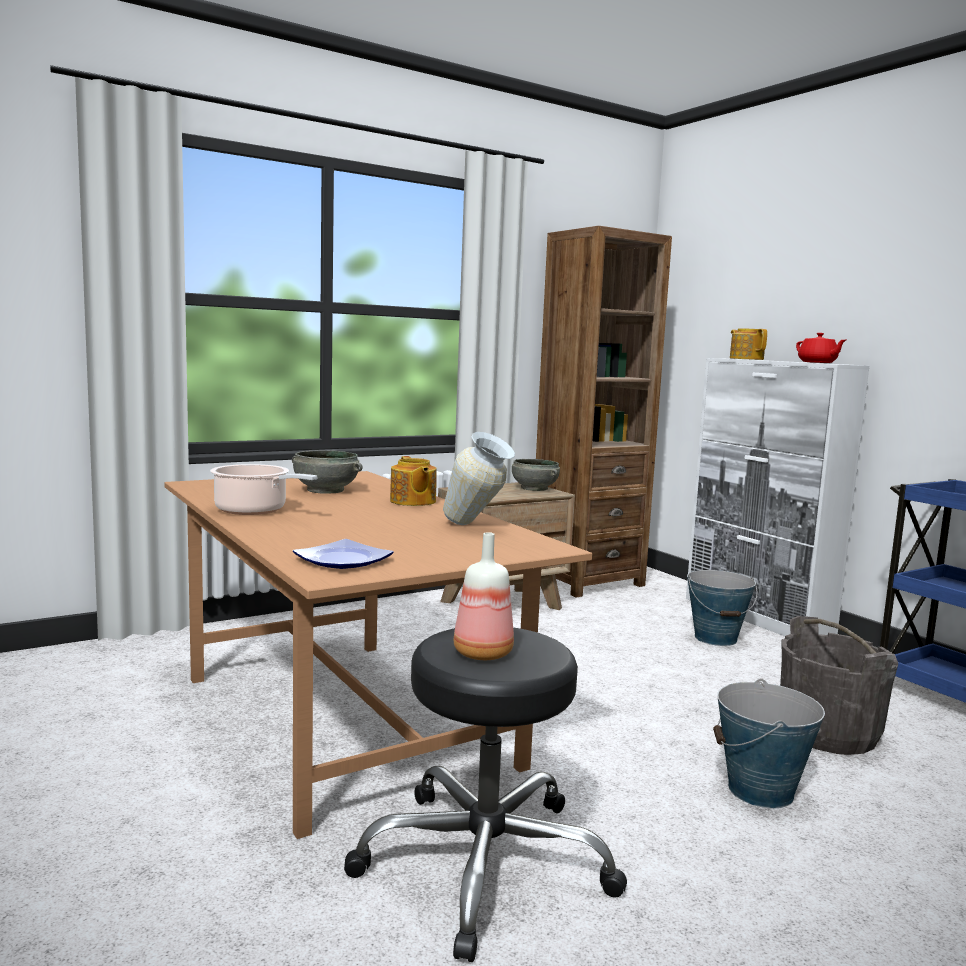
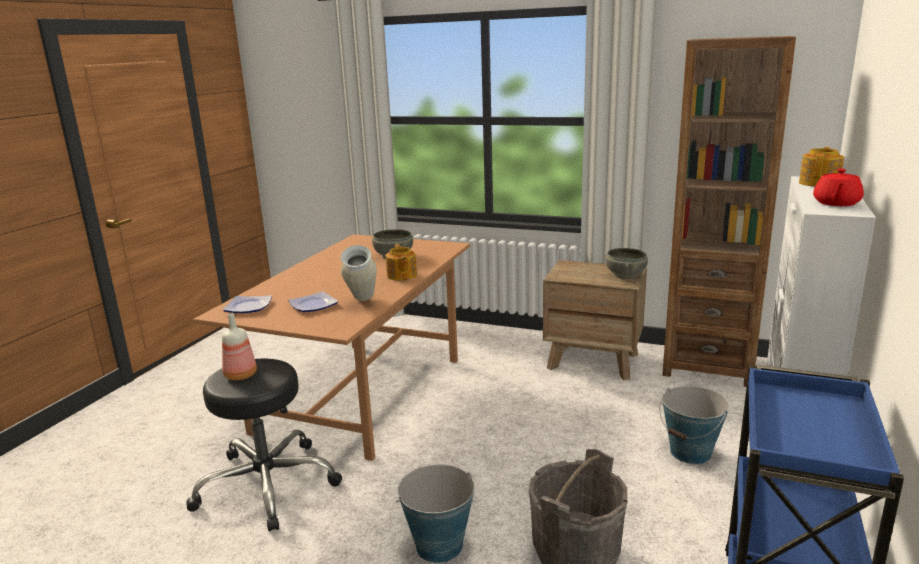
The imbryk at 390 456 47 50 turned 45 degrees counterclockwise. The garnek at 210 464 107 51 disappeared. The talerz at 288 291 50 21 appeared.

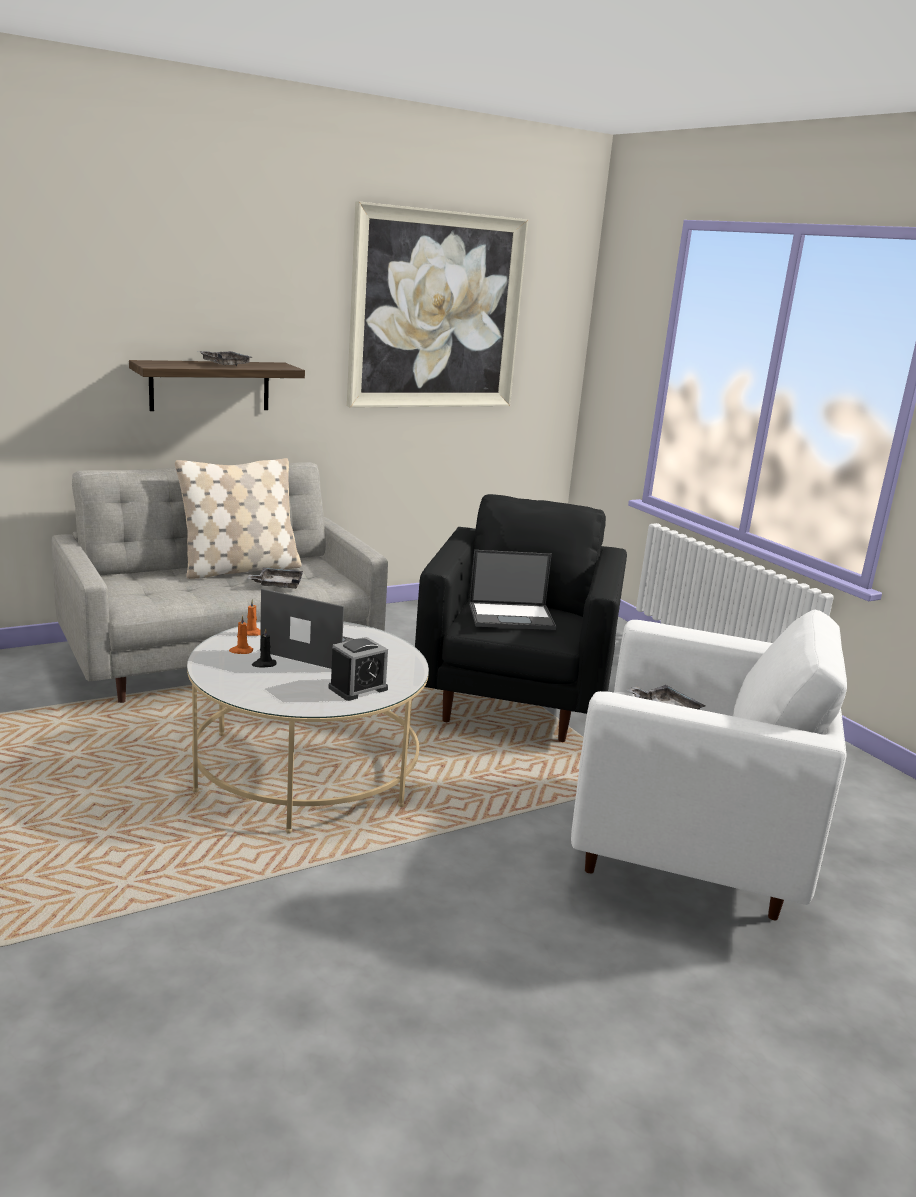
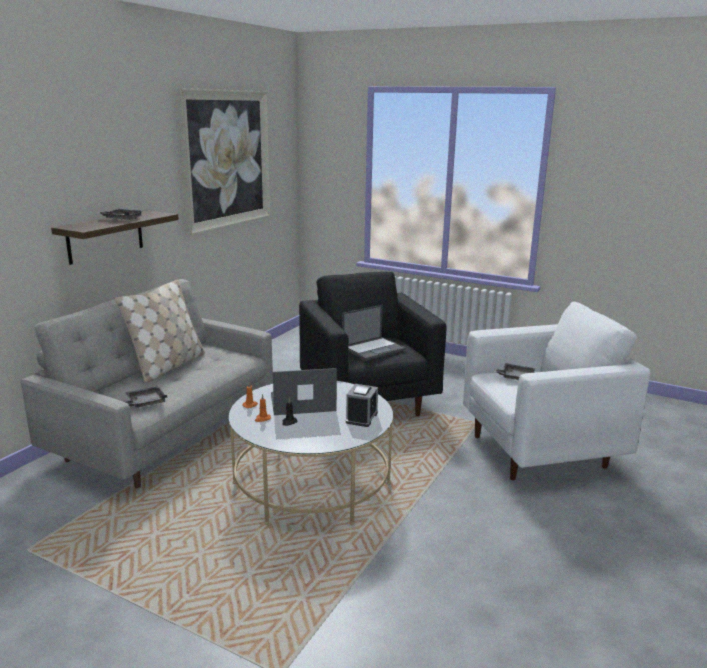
The taca (szary) moved from 247 568 56 21 to 123 386 44 22.

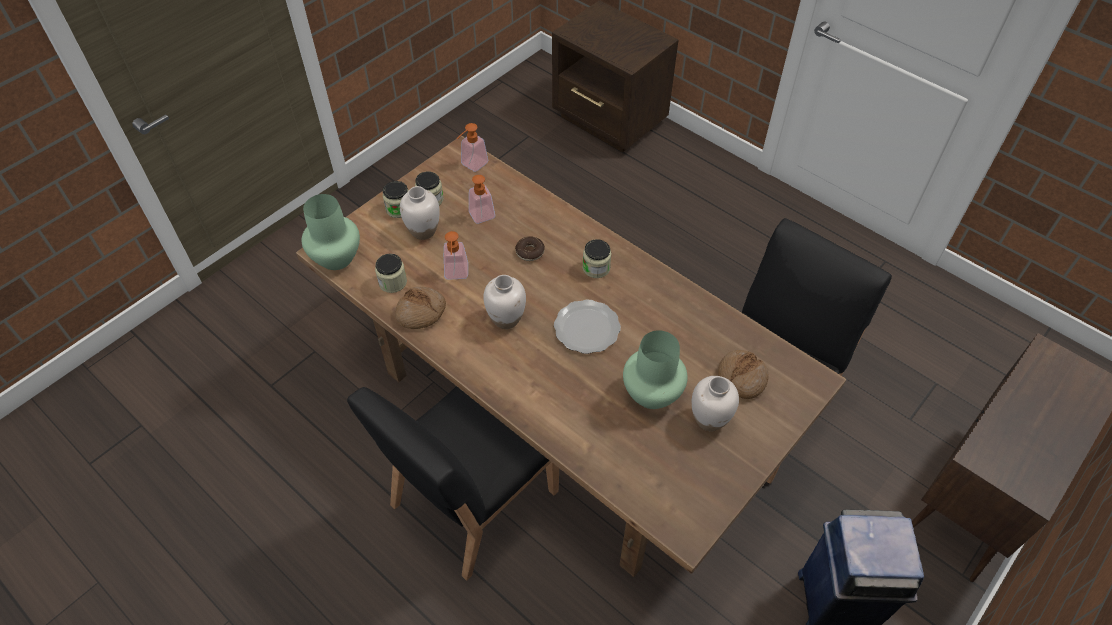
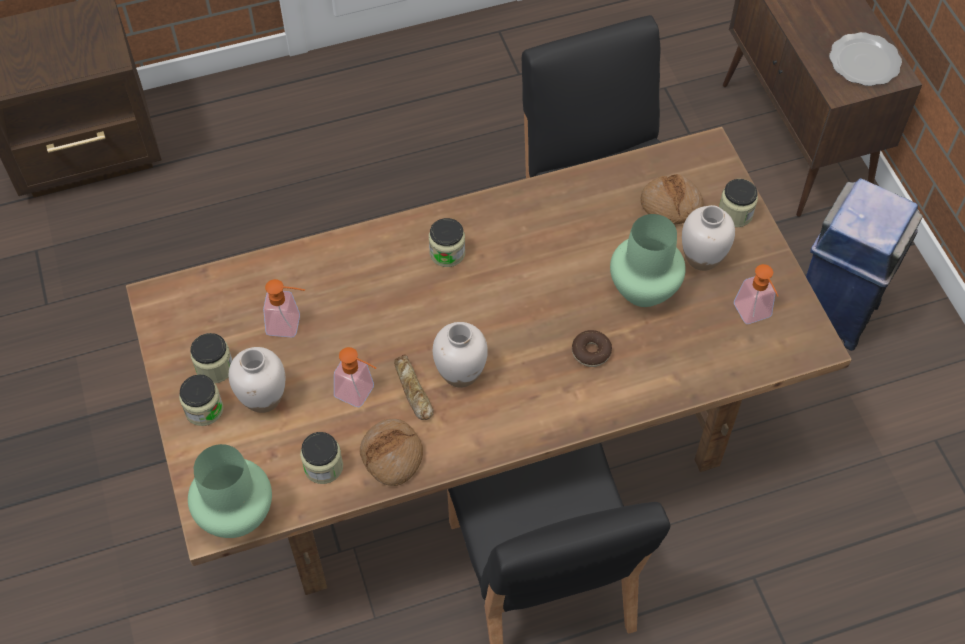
The dozownik mydła moved from 457 123 31 49 to 734 264 44 60. The donut moved from 515 236 30 25 to 572 330 40 37. The talerz moved from 554 300 67 54 to 829 32 73 54. The słoik at 719 179 39 48 appeared. The chleb at 394 354 40 66 appeared.

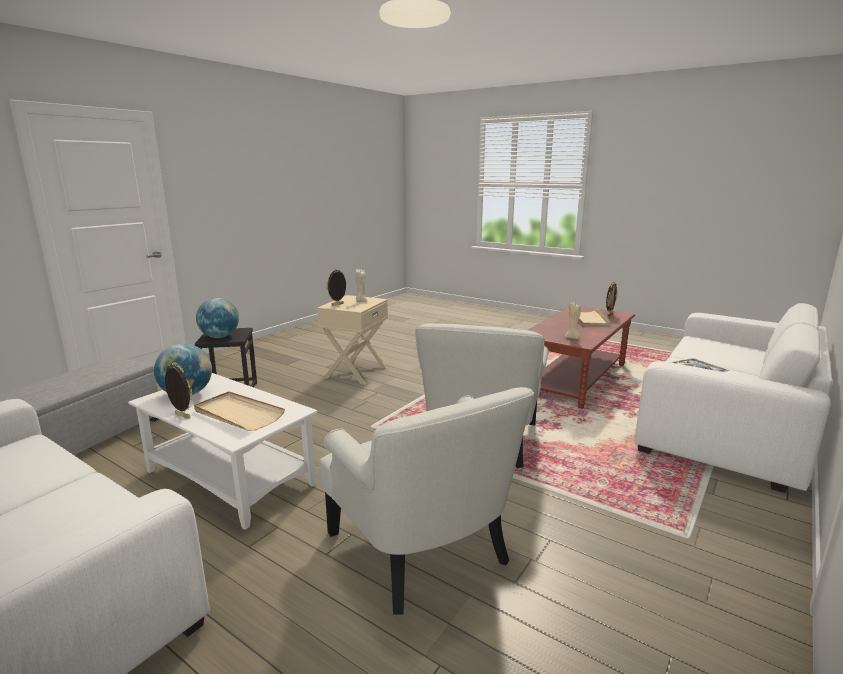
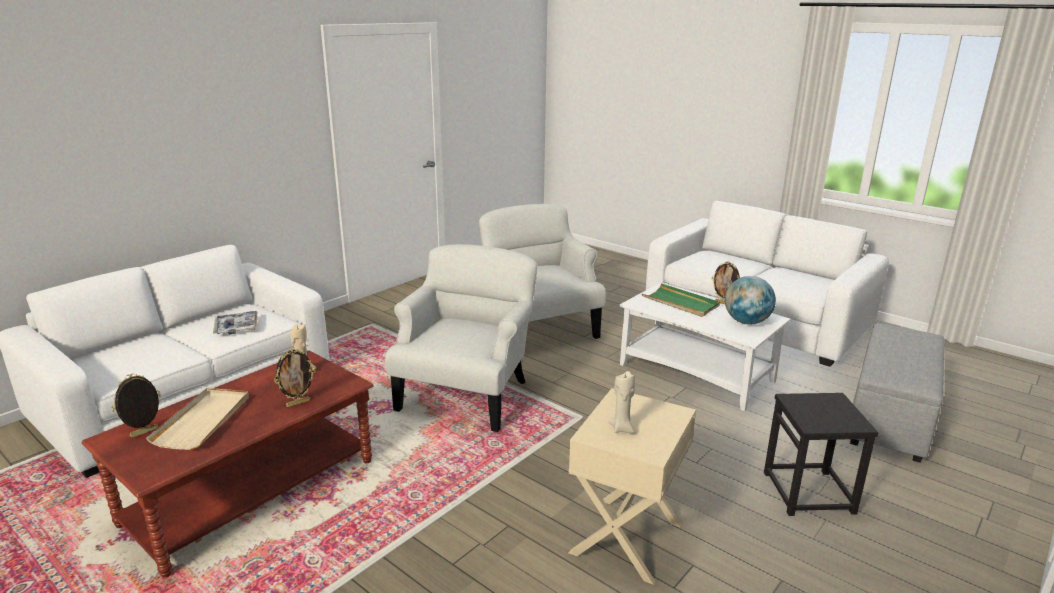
The ramka na zdjęcie moved from 326 269 21 37 to 274 348 41 59. The globus at 196 298 43 40 disappeared. The taca (beżowy) at 194 391 91 40 became the taca (zielony) at 642 283 78 34.

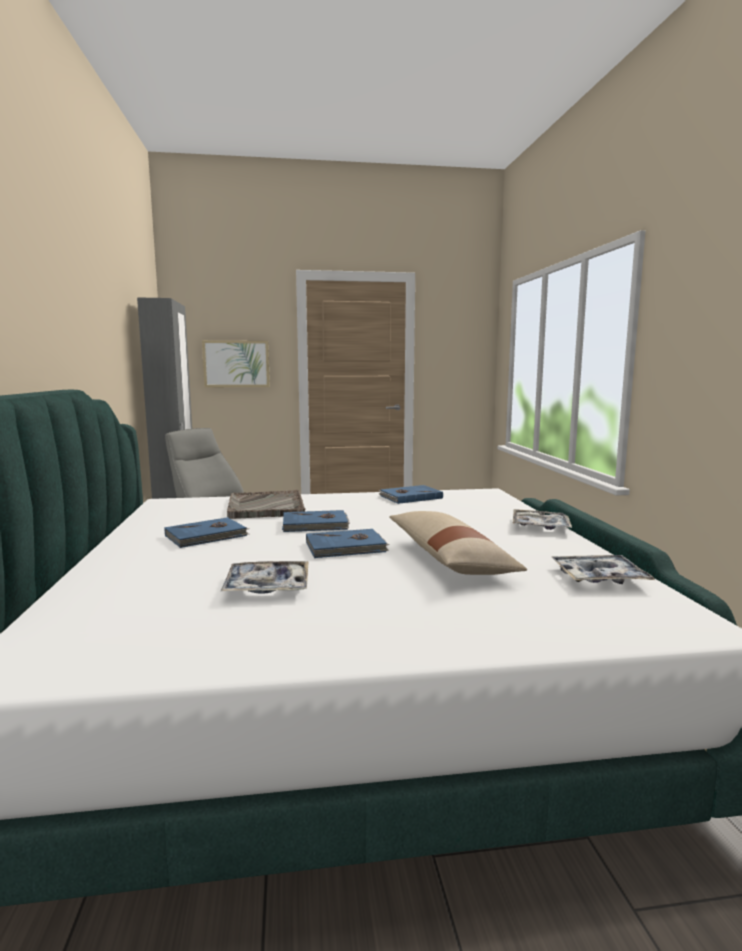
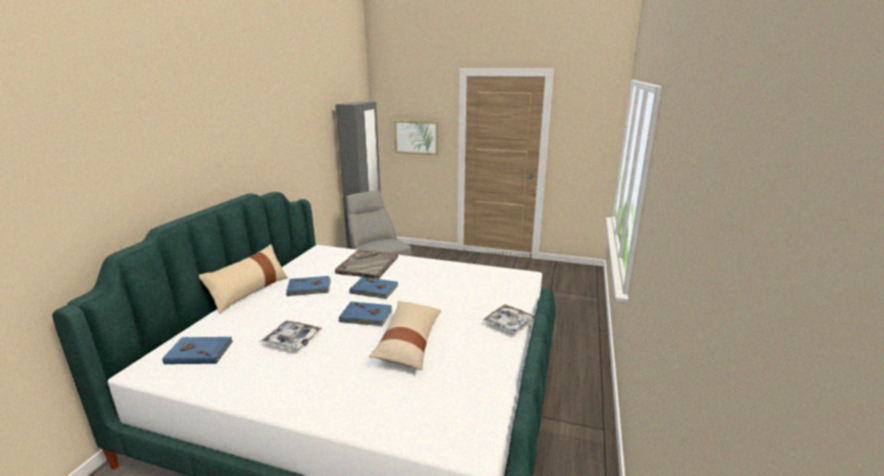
The książka (niebieski) moved from 378 485 65 19 to 162 337 71 27. The taca at 552 555 103 29 disappeared. The poduszka (beżowy) at 199 244 89 70 appeared.

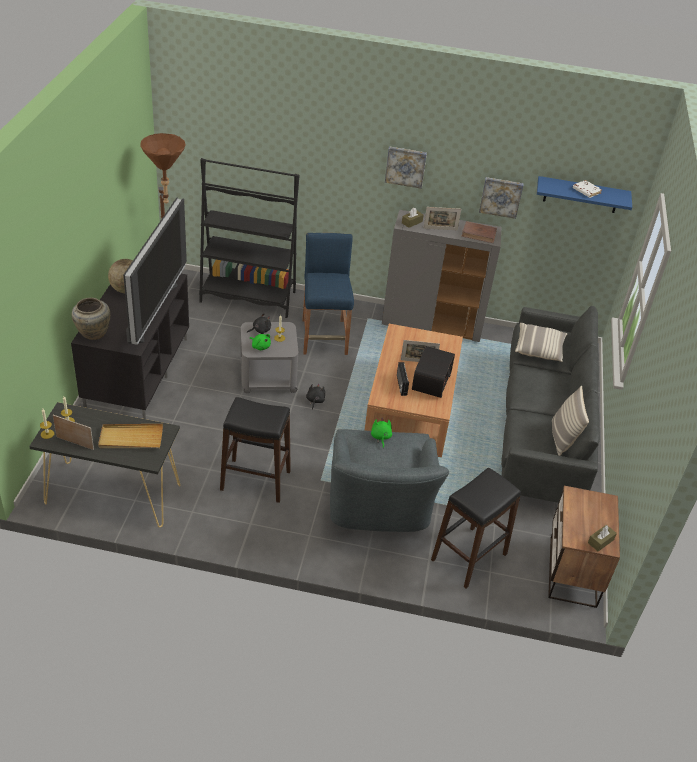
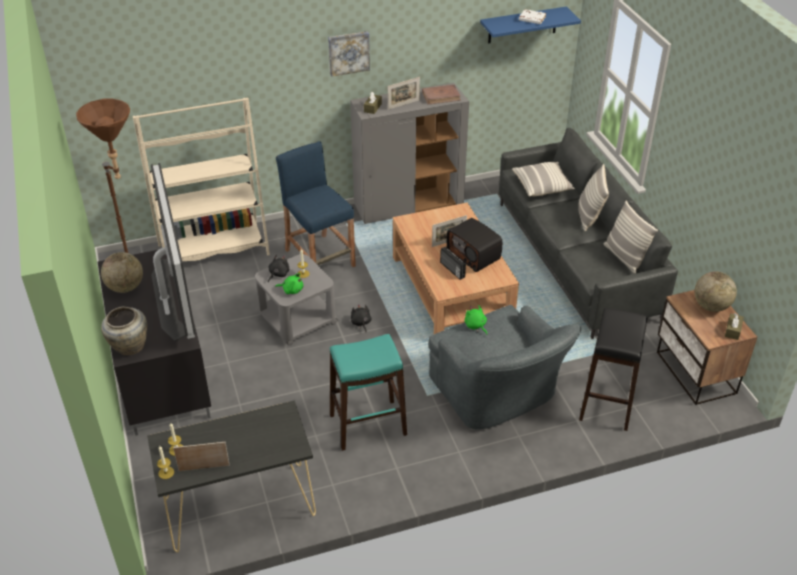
The regał (czarny) at 199 158 101 160 became the regał (beżowy) at 133 98 137 163. The obraz at 479 177 45 42 disappeared. The radio at 412 346 43 52 turned 150 degrees clockwise. The stołek (czarny) at 220 397 71 106 became the stołek (turkusowy) at 330 334 77 117. The taca (beżowy) at 98 424 65 24 disappeared. The poduszka at 578 164 31 67 appeared. The globus at 694 271 43 41 appeared.

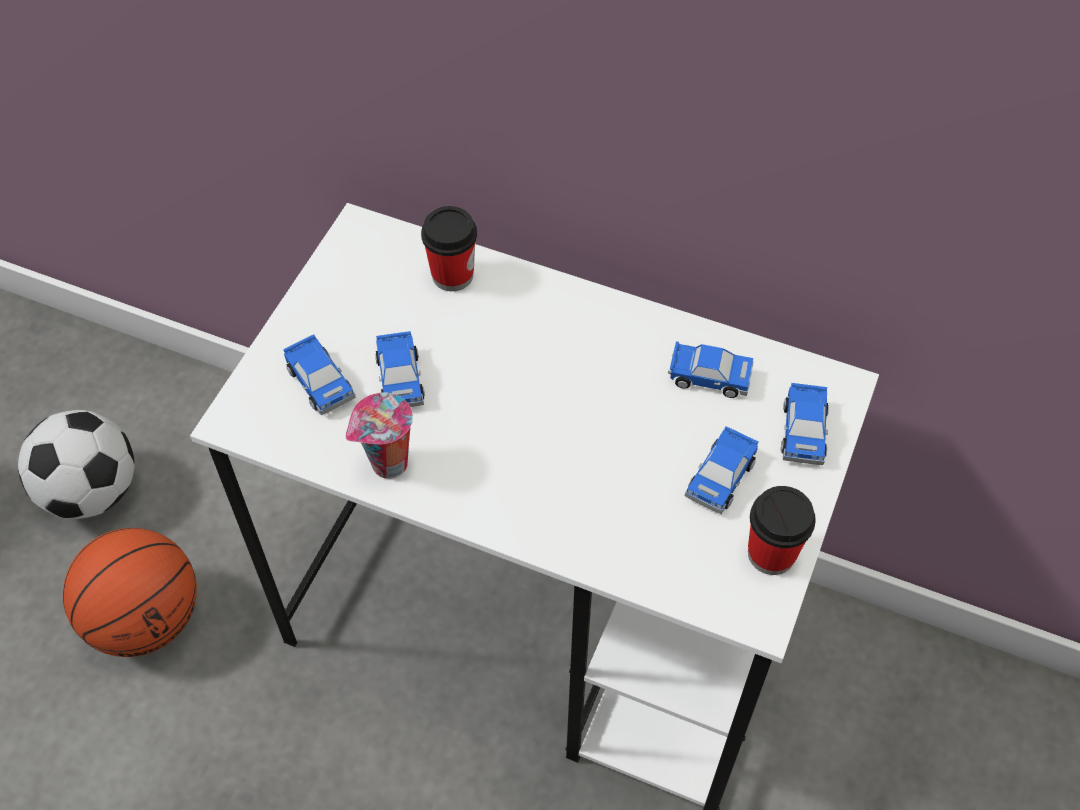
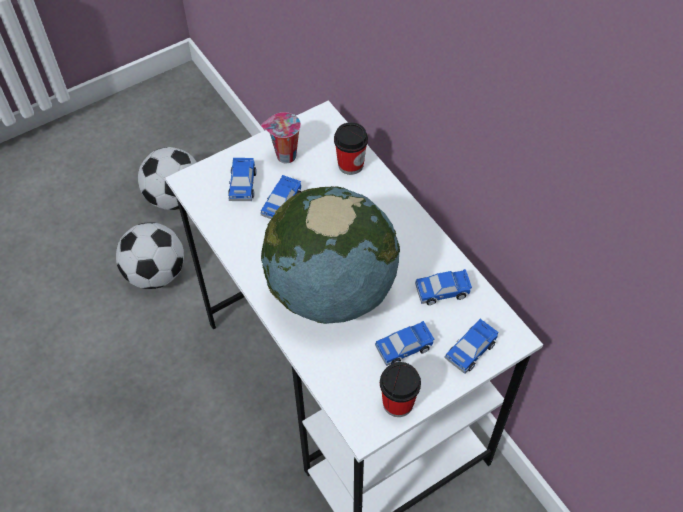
The samochodzik at 668 341 85 57 turned 120 degrees clockwise. The filiżanka moved from 346 393 67 86 to 261 112 40 51. The piłka do koszykówki at 63 528 134 129 was replaced by the piłka futbolowa at 116 222 68 67. The globus at 261 186 139 138 appeared.

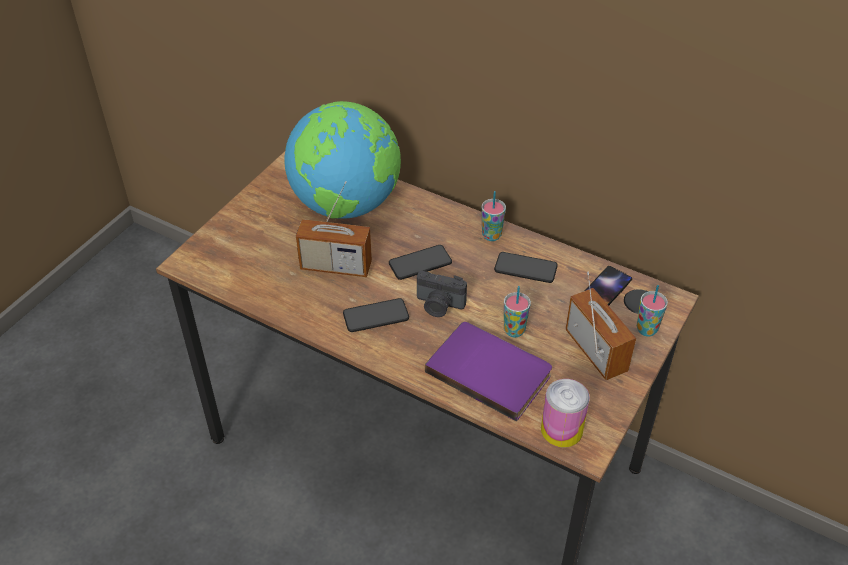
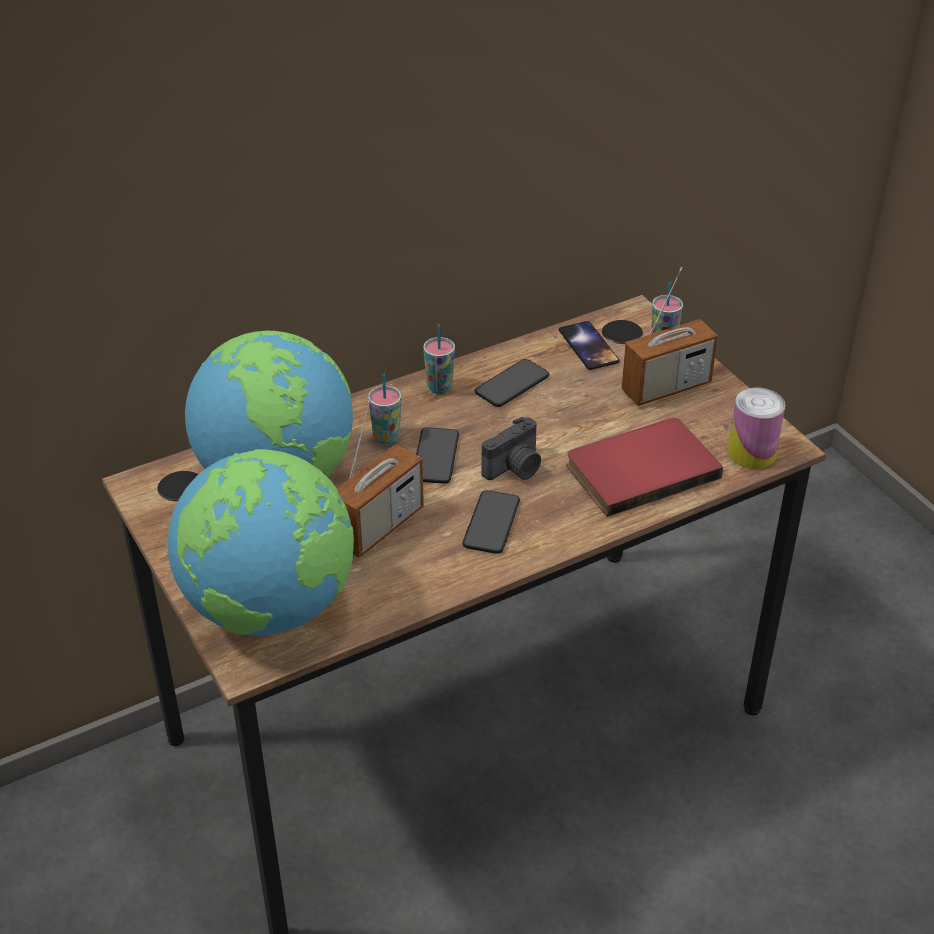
The radio at 566 272 70 108 turned 150 degrees clockwise. The filiżanka moved from 504 286 27 51 to 368 374 33 70. The książka (fioletowy) at 425 322 127 99 became the książka (czerwony) at 567 418 156 99. The globus at 168 449 186 186 appeared.

